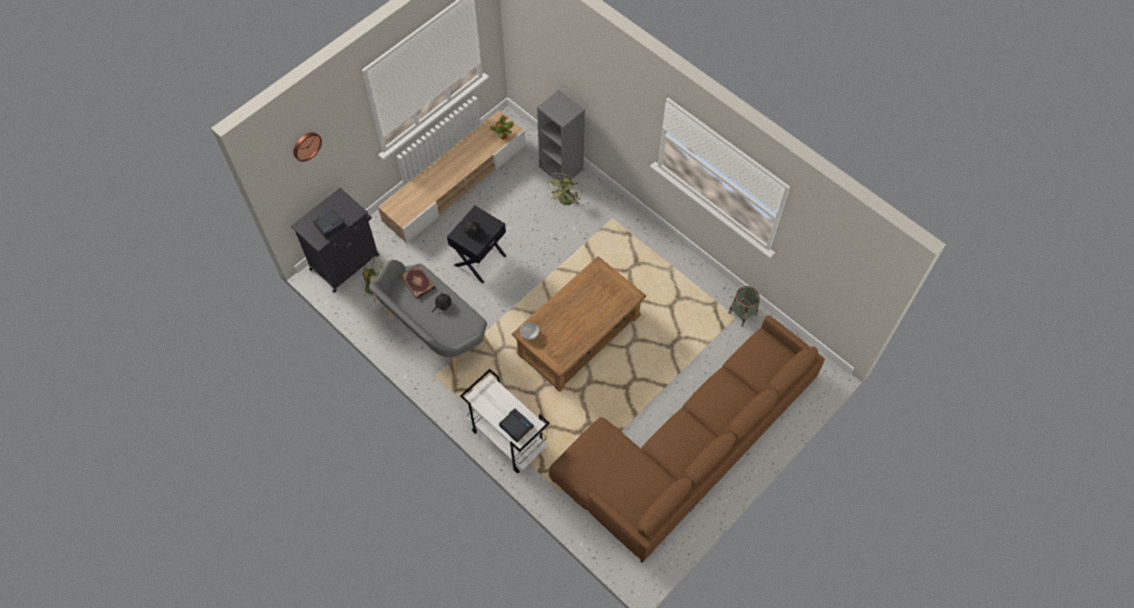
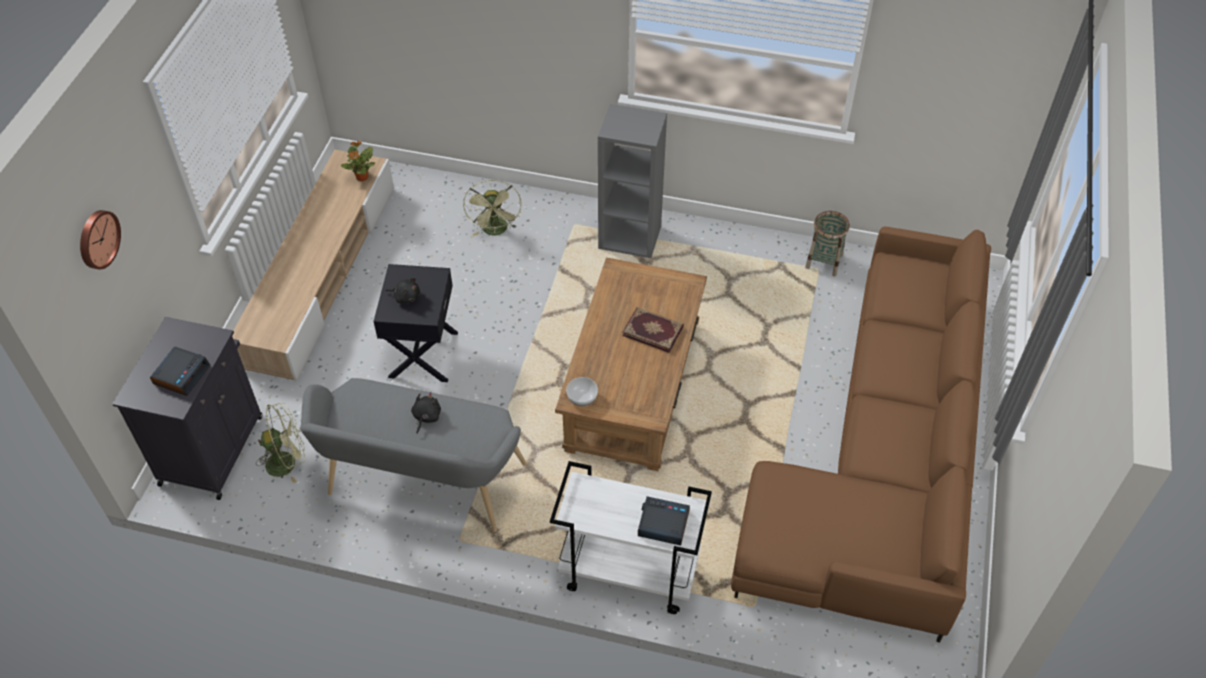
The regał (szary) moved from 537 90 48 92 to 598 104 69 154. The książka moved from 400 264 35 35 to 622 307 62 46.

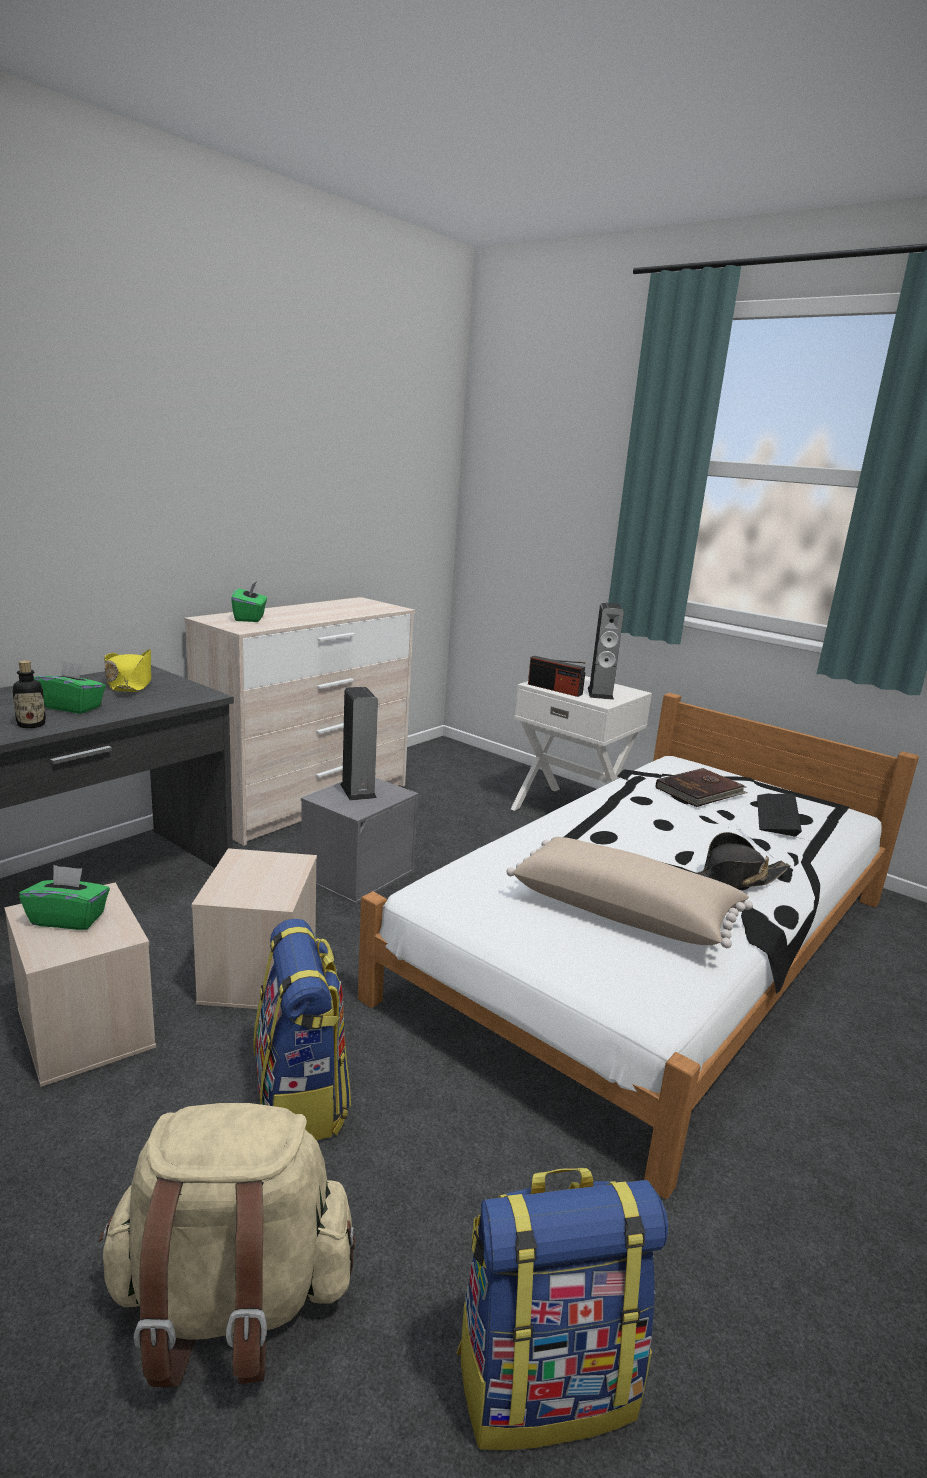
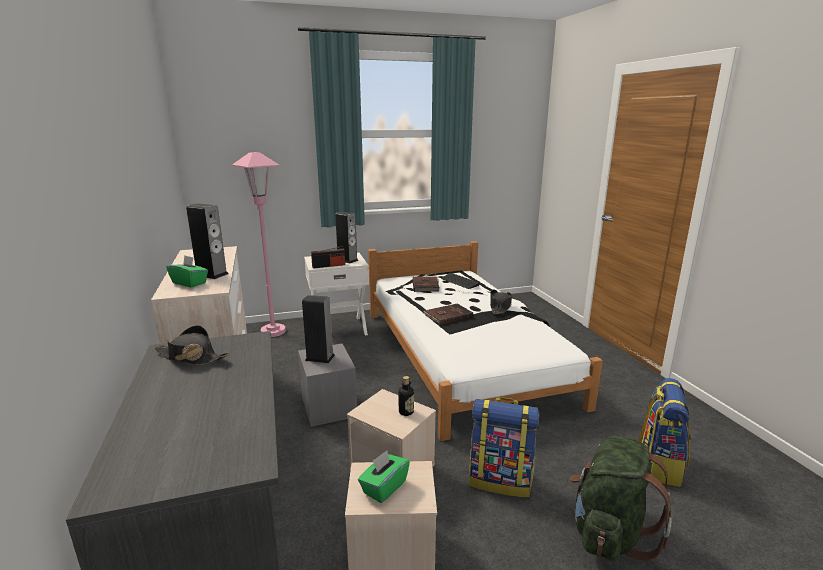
The kapelusz (żółty) at 104 649 47 43 became the kapelusz (czarny) at 155 325 74 40. The butelka moved from 12 660 34 68 to 399 376 15 40. The pudełko chusteczek (zielony) at 34 660 72 54 disappeared. The poduszka (beżowy) at 507 837 246 111 disappeared. The plecak (beżowy) at 98 1103 258 284 became the plecak (zielony) at 570 436 102 125. The lampa stojąca (różowy) at 232 152 54 185 appeared. The głośnik at 186 203 43 76 appeared. The książka (brązowy) at 424 304 49 21 appeared.

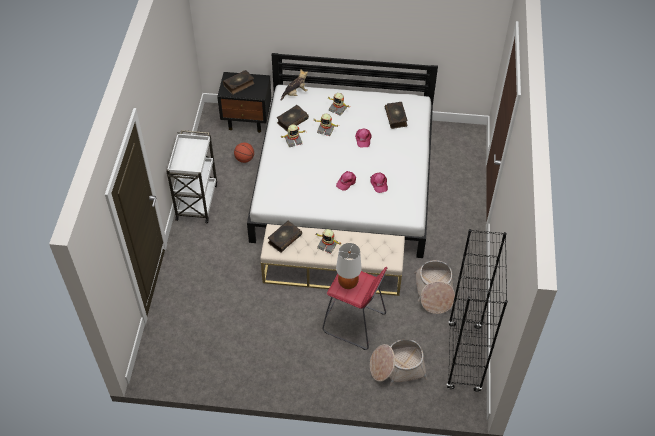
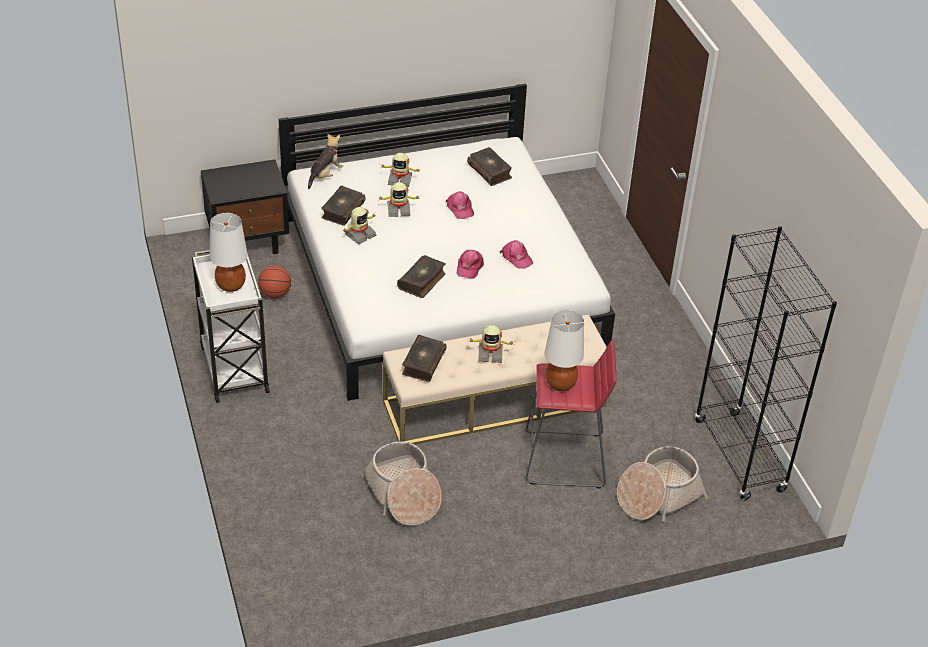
The książka moved from 223 70 32 25 to 397 255 49 43. The koszyk moved from 415 260 40 54 to 361 441 81 85. The lampa stołowa (biały) at 210 213 38 79 appeared.

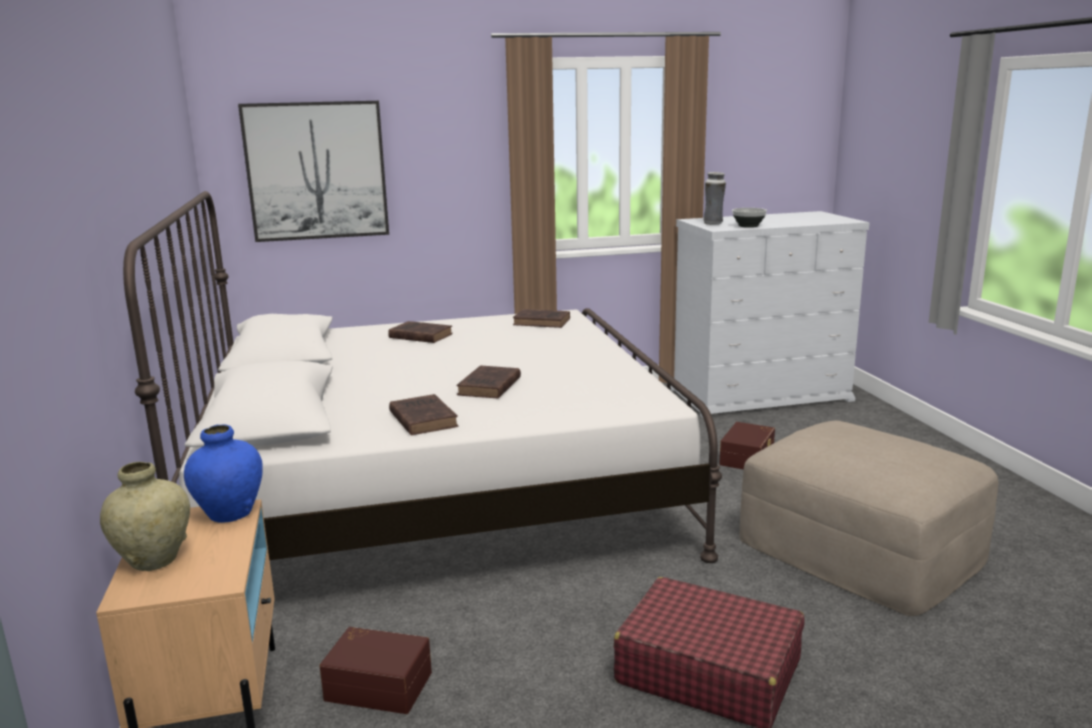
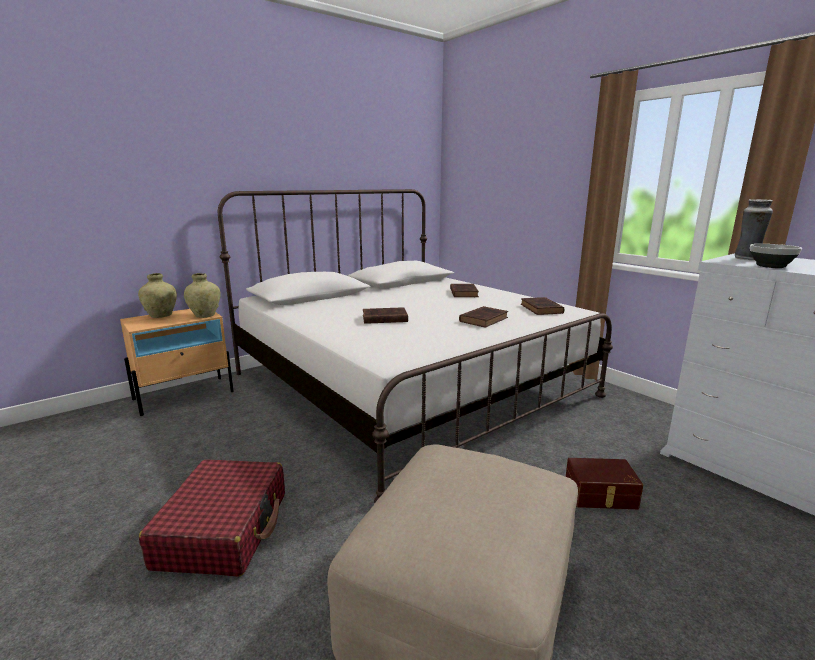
The obraz at 238 101 151 141 disappeared. The książka (brązowy) moved from 389 394 70 41 to 459 306 49 21. The wazon (niebieski) at 184 424 79 99 became the wazon (beżowy) at 184 273 37 45. The pojemnik do przechowywania (brązowy) at 320 627 112 87 disappeared.

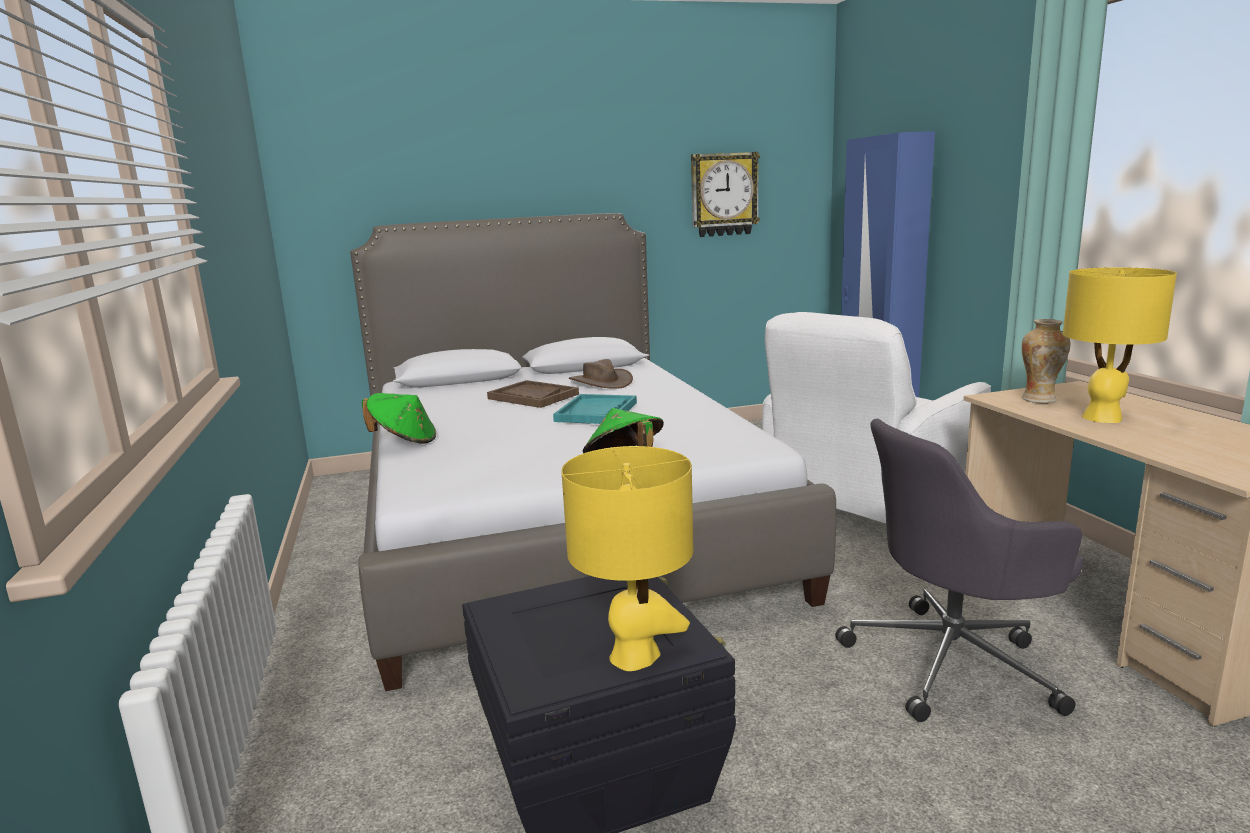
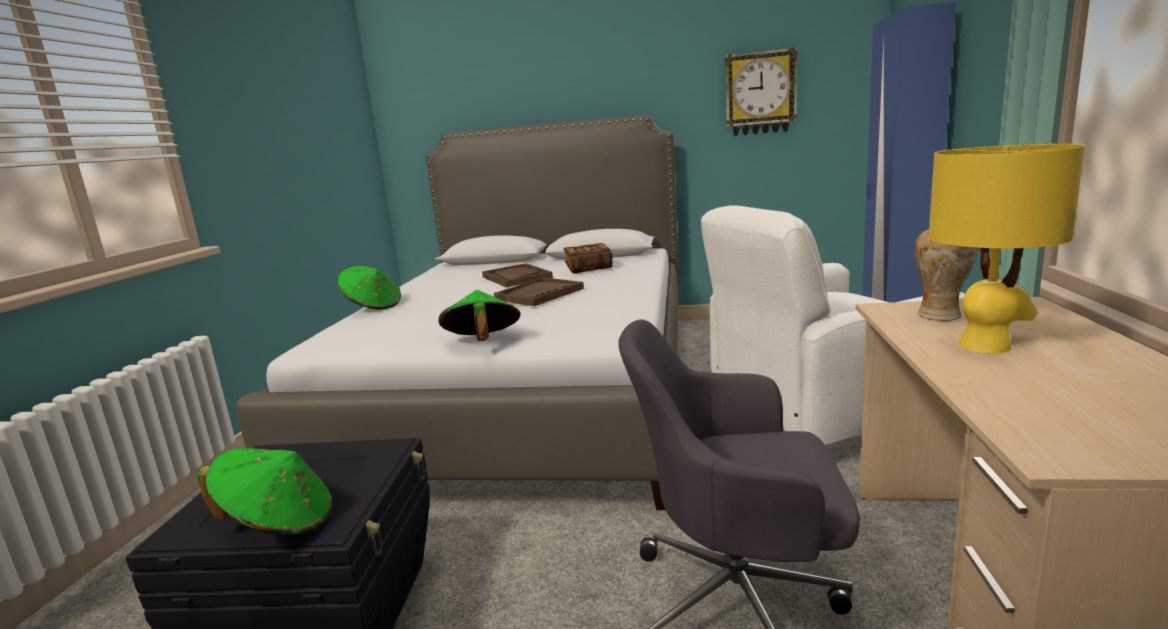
The kapelusz (brązowy) at 569 359 64 30 was replaced by the książka at 564 243 49 30. The taca (turkusowy) at 553 394 84 30 became the taca (brązowy) at 494 277 90 29. The lampa stołowa (żółty) at 561 446 133 225 was replaced by the kapelusz (zielony) at 197 448 135 87.

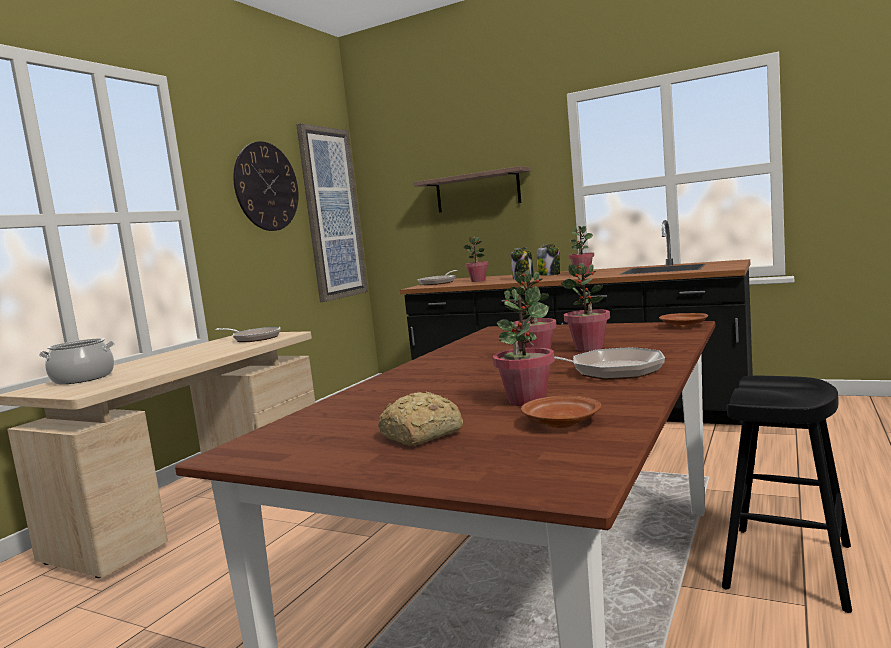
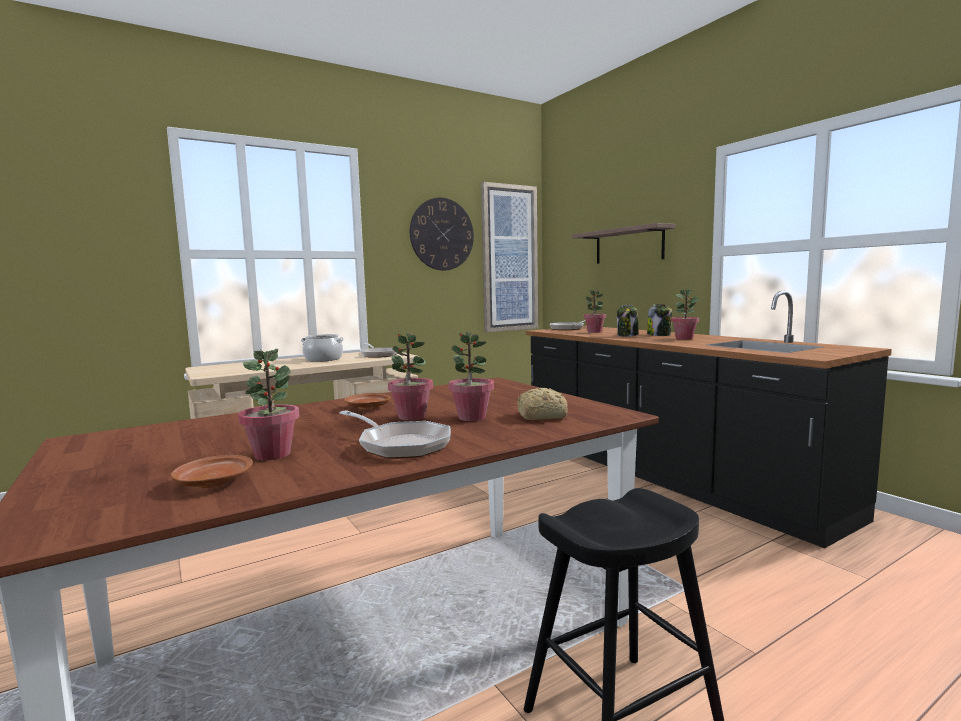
The talerz (brązowy) moved from 659 313 49 14 to 344 393 47 16. The garnek moved from 39 338 76 46 to 301 334 43 28. The chleb moved from 378 392 85 54 to 517 388 51 32.

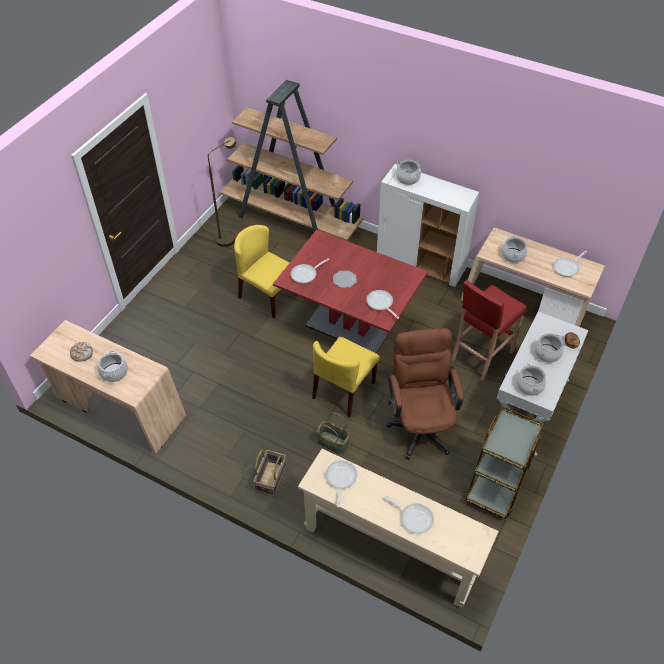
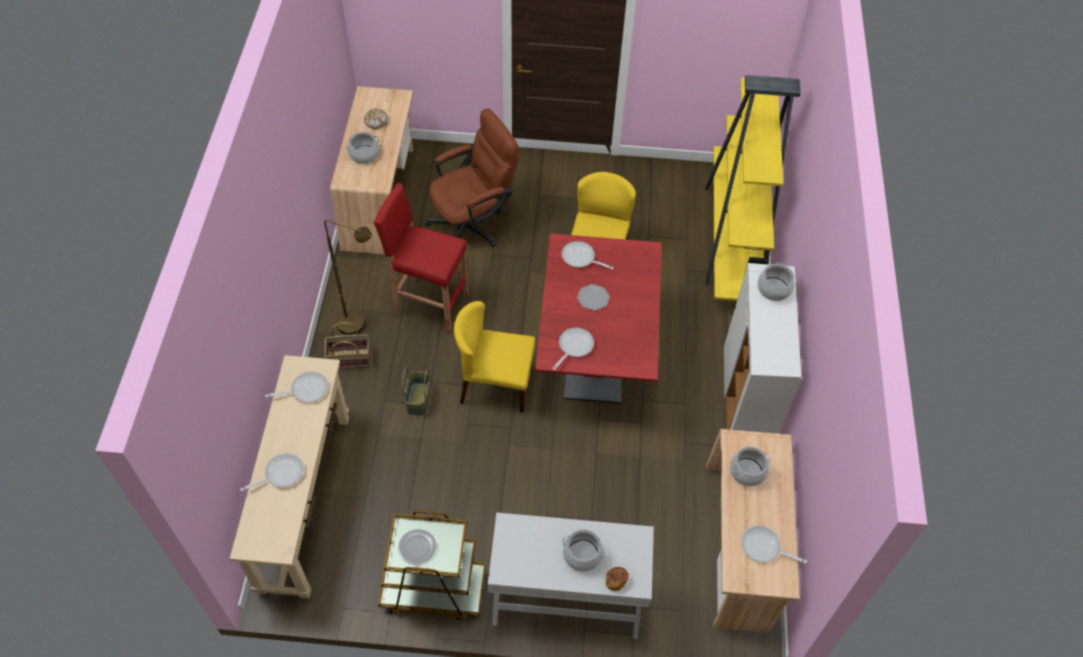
The regał (brązowy) at 220 80 143 161 became the regał (żółty) at 705 75 96 226. The lampa stojąca (brązowy) moved from 208 137 28 110 to 324 220 48 115. The stołek (czerwony) moved from 452 280 75 101 to 373 183 96 150. The krzesło biurowe (brązowy) moved from 387 328 76 132 to 425 109 94 138. The garnek at 516 364 30 32 disappeared. The patelnia at 385 495 49 39 turned 135 degrees counterclockwise. The talerz at 398 529 38 36 appeared.

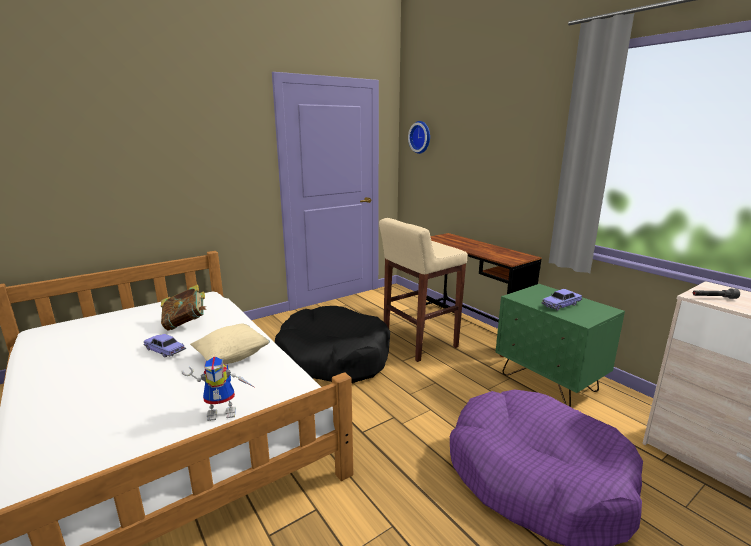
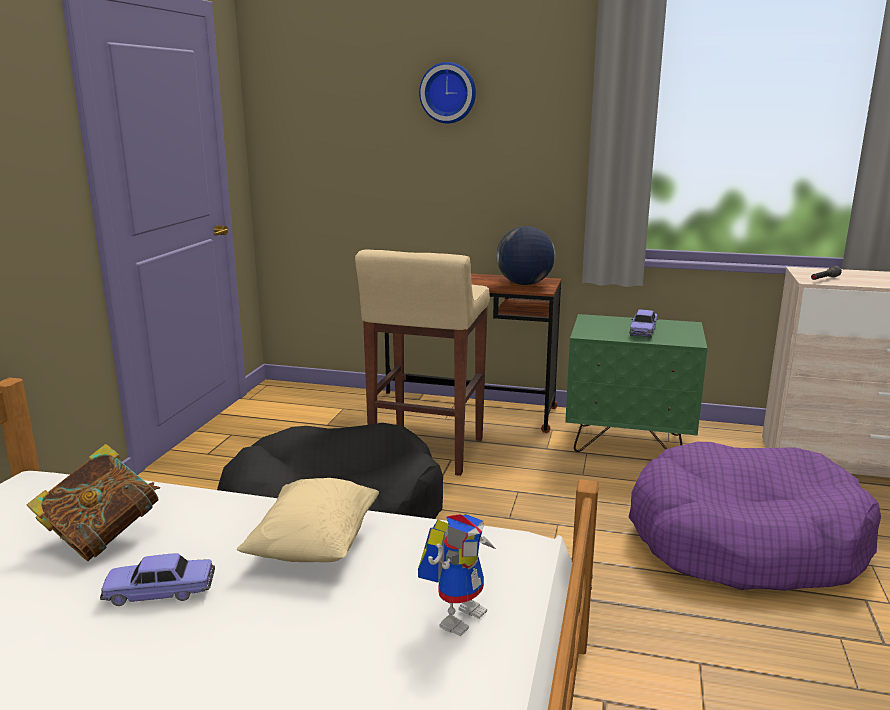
The zegar ścienny moved from 408 121 22 33 to 419 62 57 61. The globus at 496 226 59 59 appeared.

